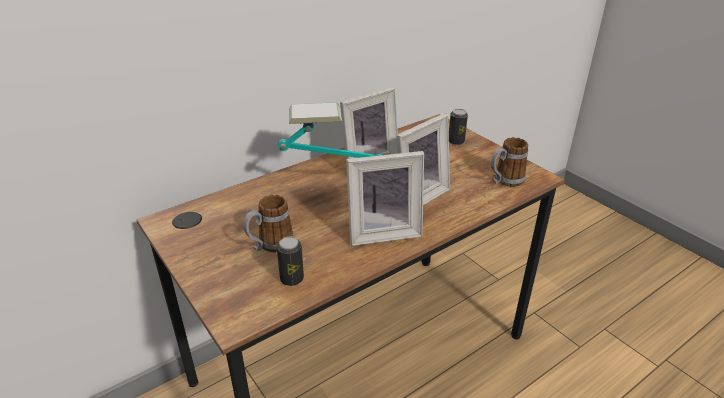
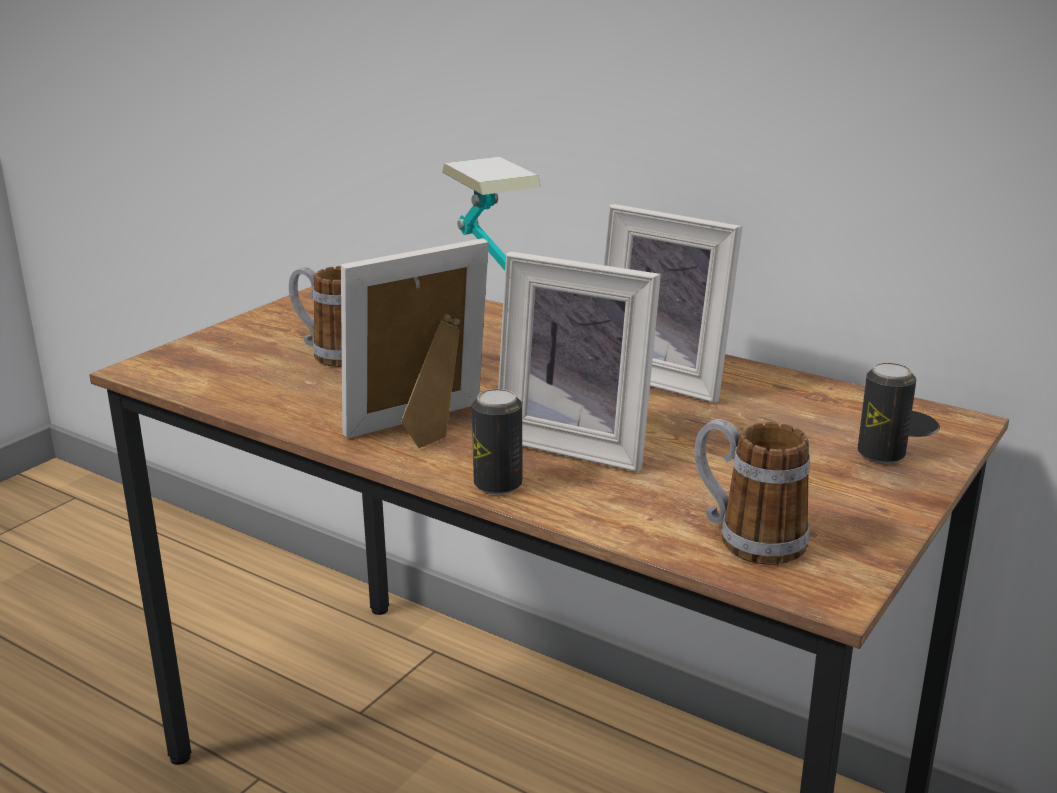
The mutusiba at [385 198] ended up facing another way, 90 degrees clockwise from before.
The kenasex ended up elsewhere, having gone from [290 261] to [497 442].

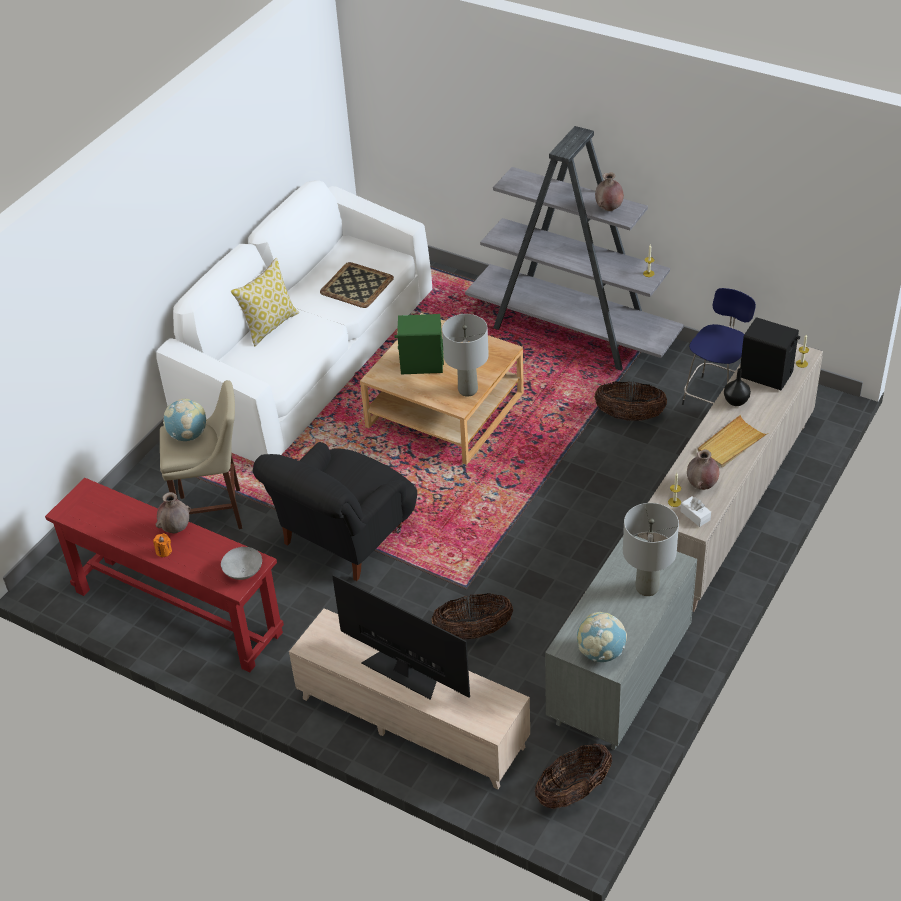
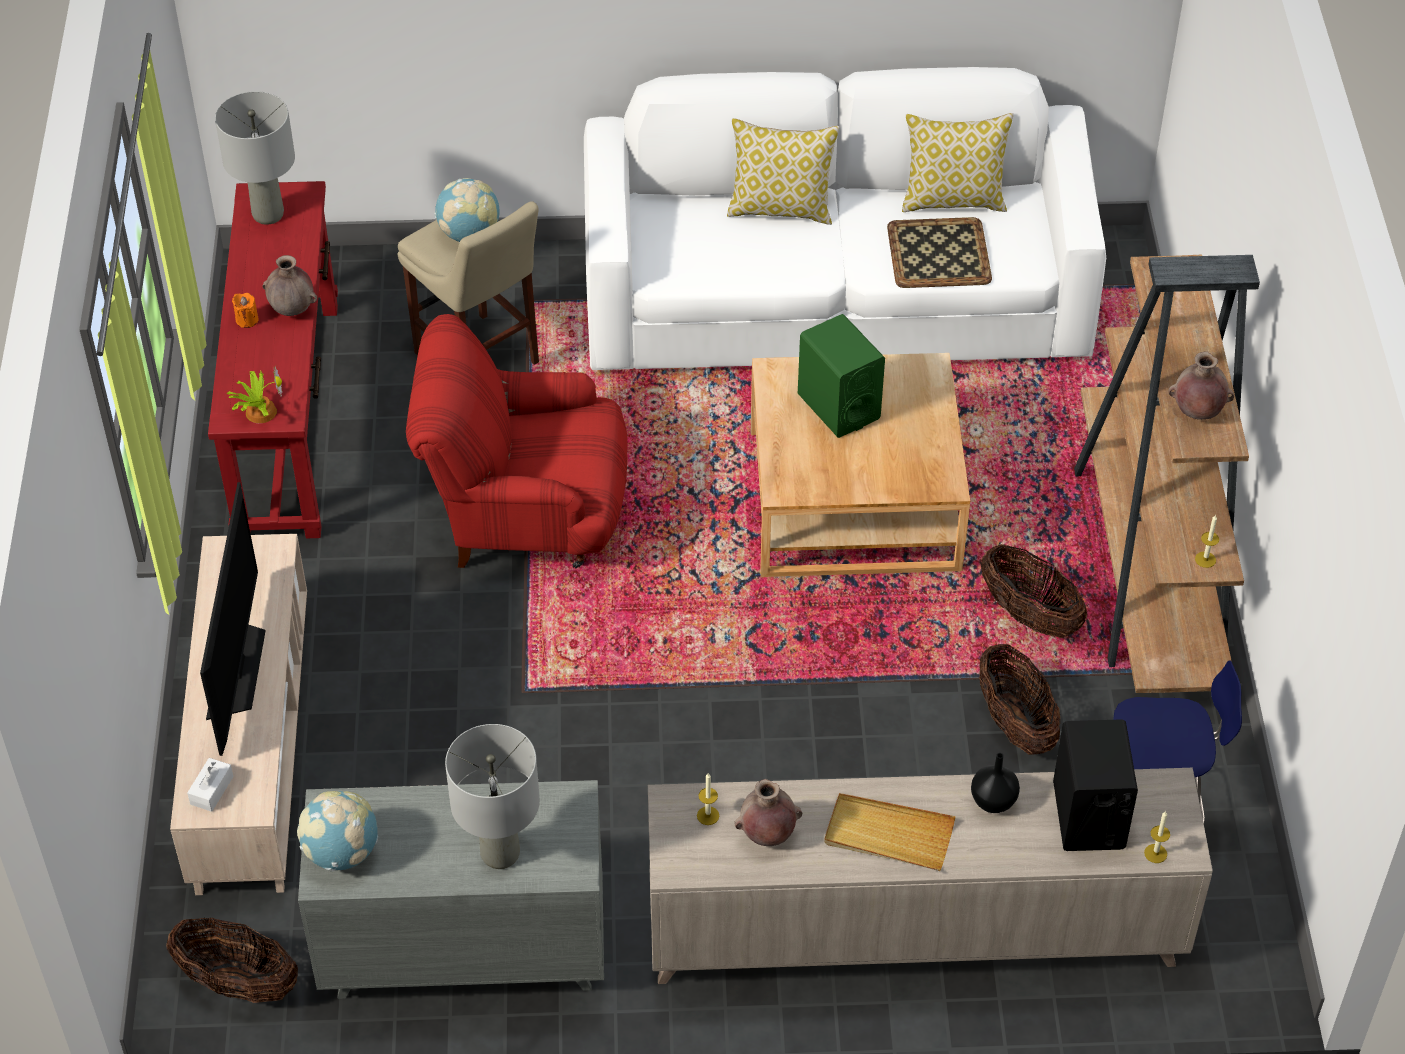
What was the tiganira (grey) at [574 248] turned into the tiganira (brown) at [1167 473].
The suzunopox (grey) ended up elsewhere, having gone from [465 355] to [255 158].
What was the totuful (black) at [335 511] turned into the totuful (red) at [516 441].
The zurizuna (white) ended up elsewhere, having gone from [695 511] to [210 785].
Where the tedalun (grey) stood at [241 563], the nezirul came to stand at [254 395].
The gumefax ended up elsewhere, having gone from [472 616] to [1034 591].
The second view gained the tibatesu at [958 162].

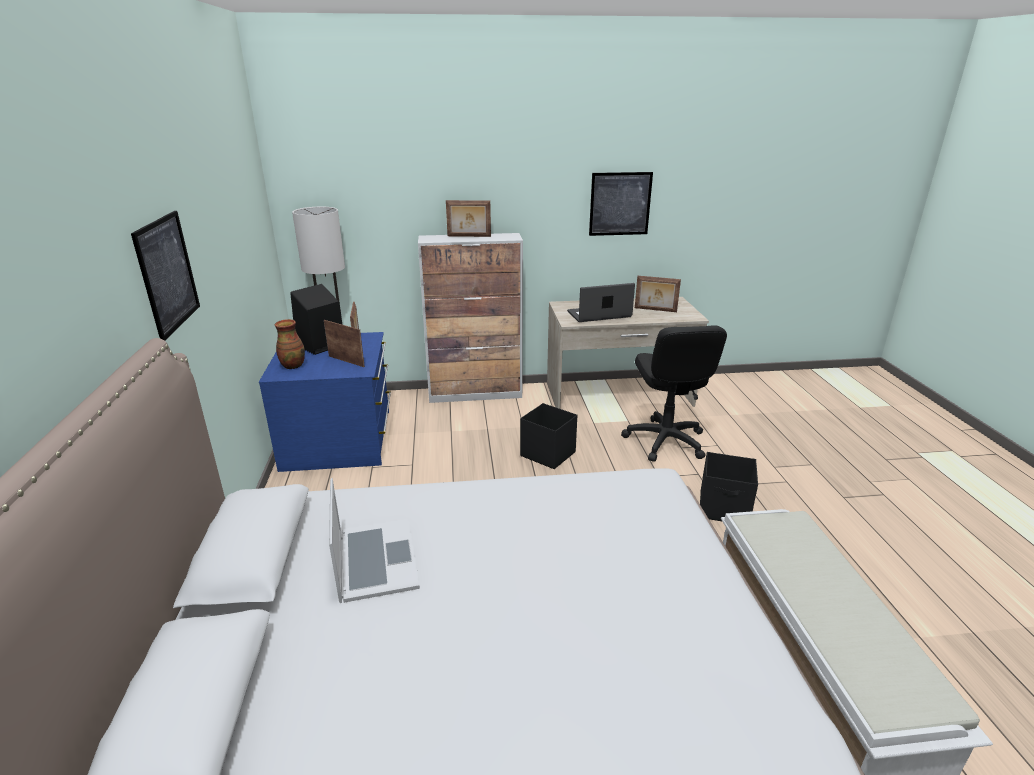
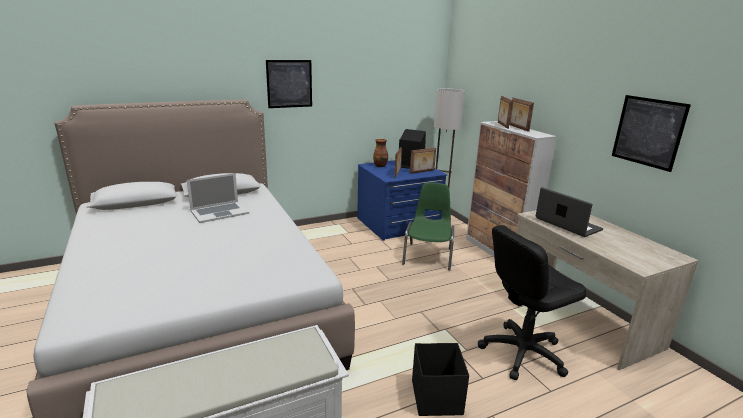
The mutusiba ended up elsewhere, having gone from [658 294] to [505 112].
The second view lost the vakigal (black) at [548 436].
The second view gained the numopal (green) at [428 226].

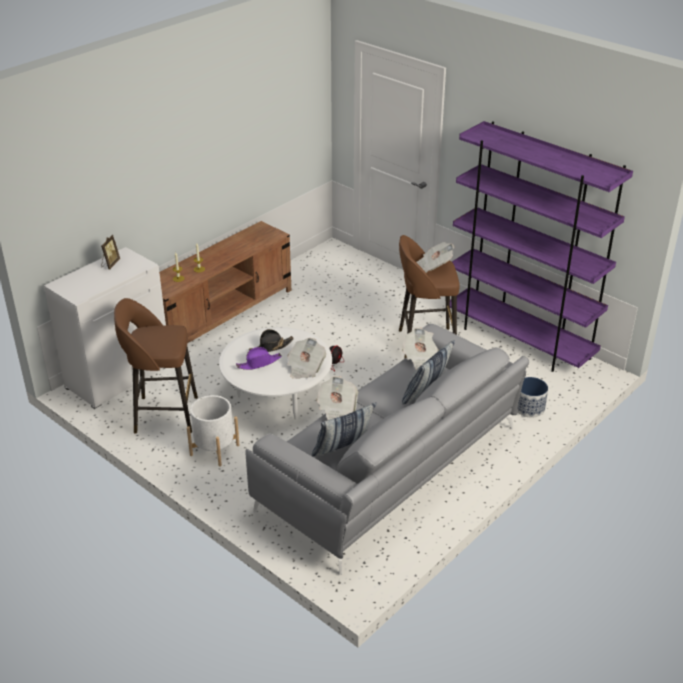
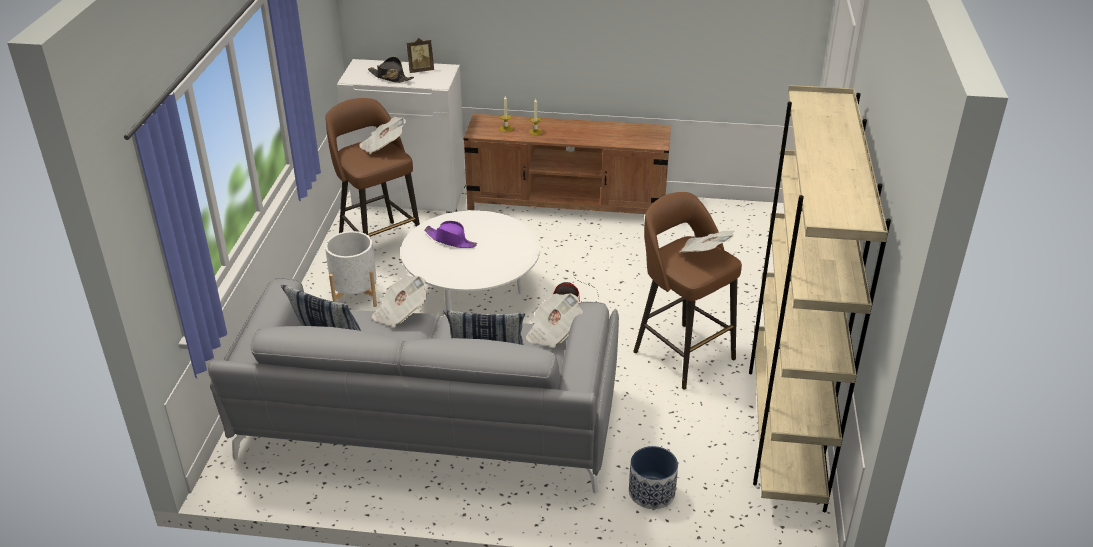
What was the tiganira (purple) at [541 246] turned into the tiganira (beige) at [820 298].
The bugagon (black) ended up elsewhere, having gone from [271 340] to [391 70].
The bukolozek ended up elsewhere, having gone from [307 358] to [382 135].

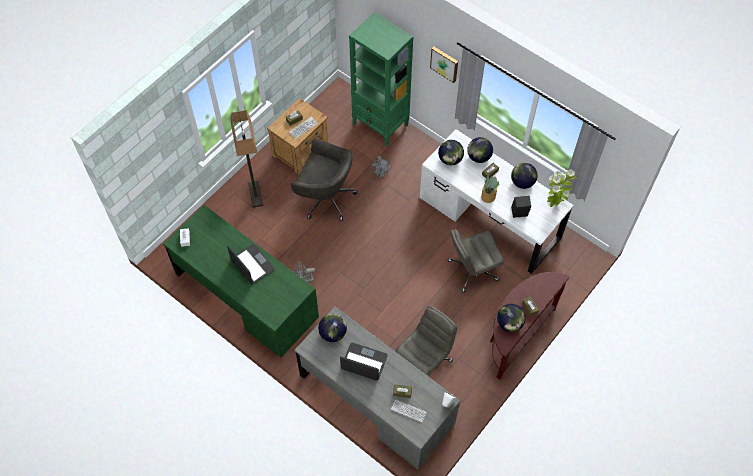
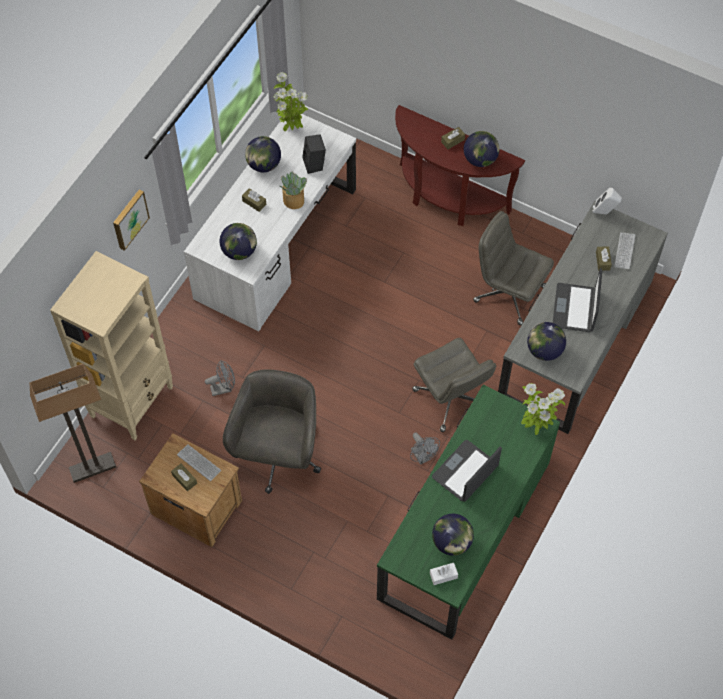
What was the tiganira (green) at [381 79] turned into the tiganira (beige) at [111 345].
The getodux ended up elsewhere, having gone from [247 159] to [73 423].
The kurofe ended up elsewhere, having gone from [480 150] to [453 534].
The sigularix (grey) ended up elsewhere, having gone from [476 260] to [454 385].
The second view gained the nezirul at [543 409].

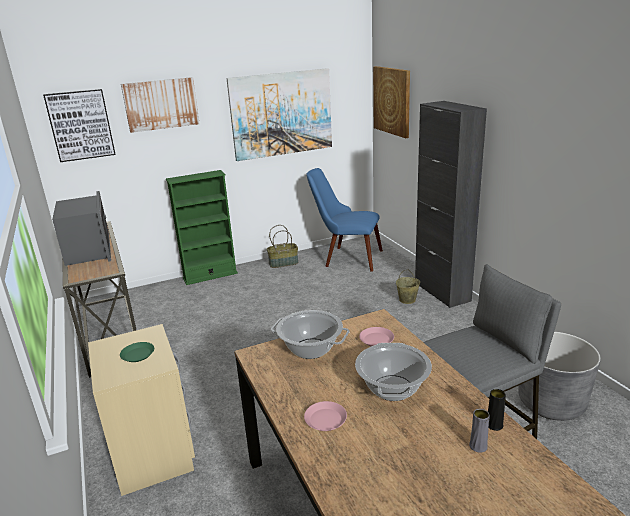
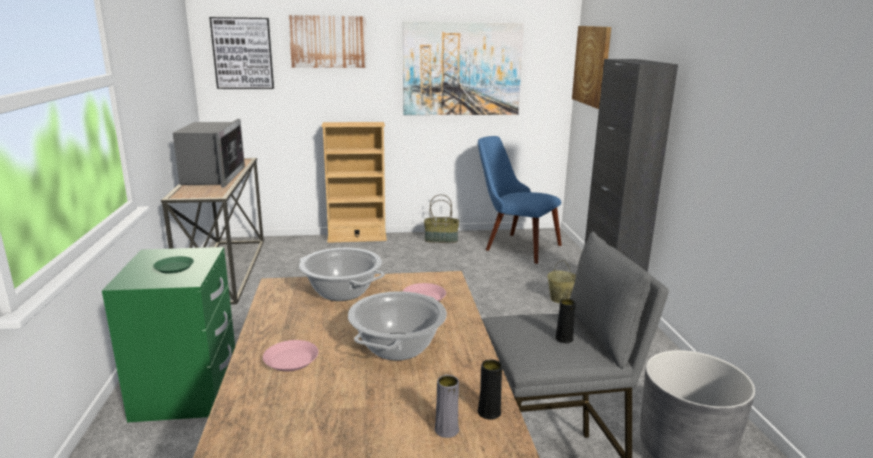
What was the tiganira (green) at [202 227] turned into the tiganira (beige) at [354 182].
What was the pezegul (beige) at [141 410] turned into the pezegul (green) at [168 334].
The second view gained the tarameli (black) at [565 320].

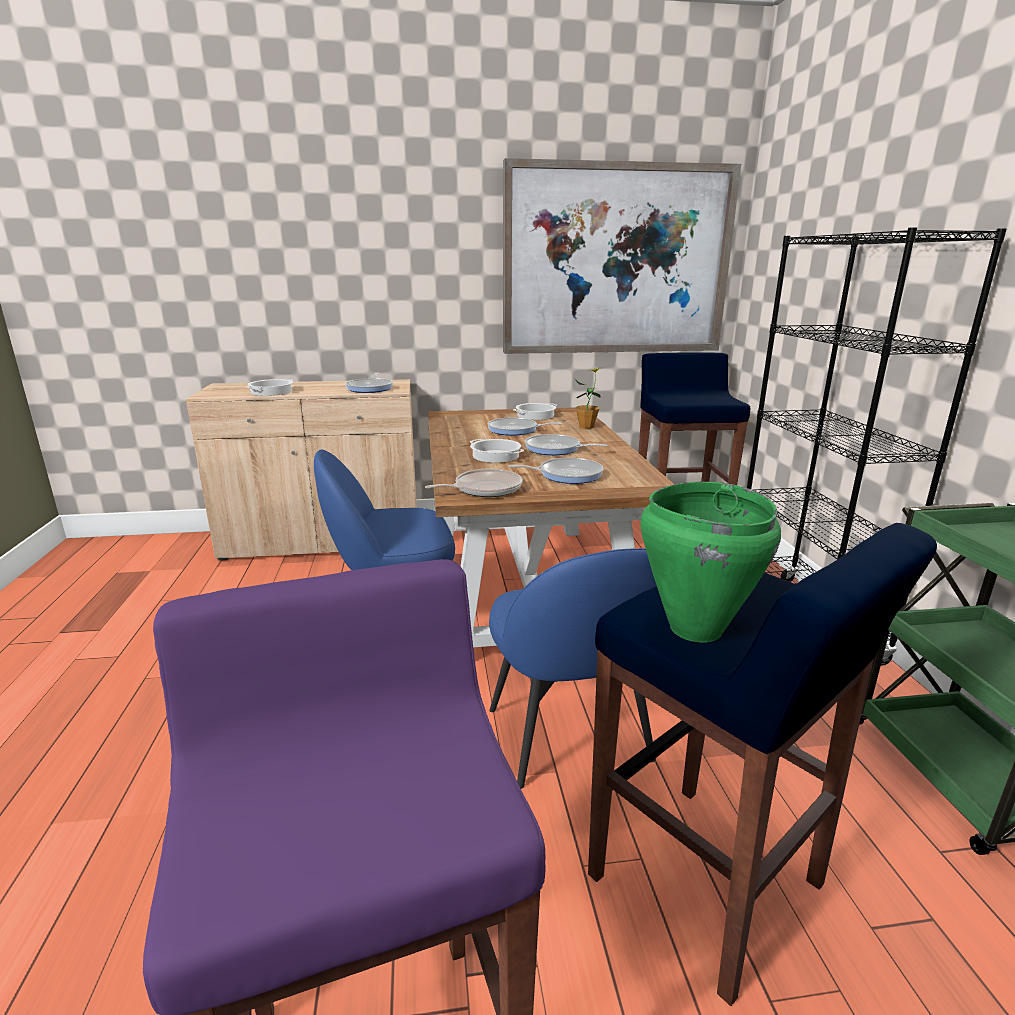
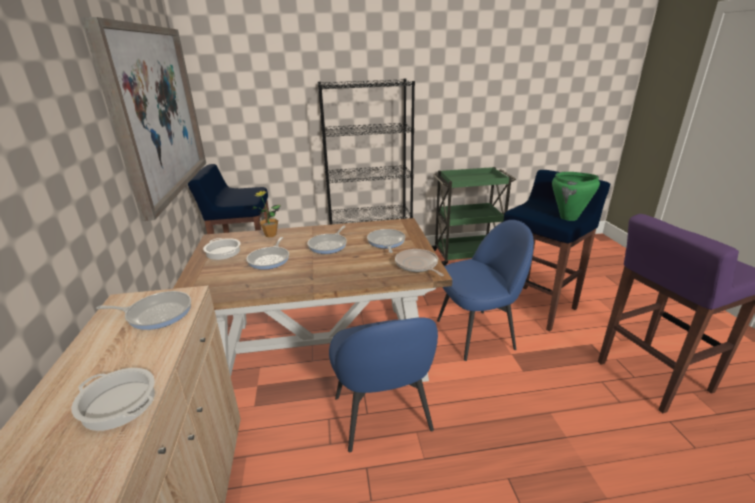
The second view lost the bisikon at [497 451].

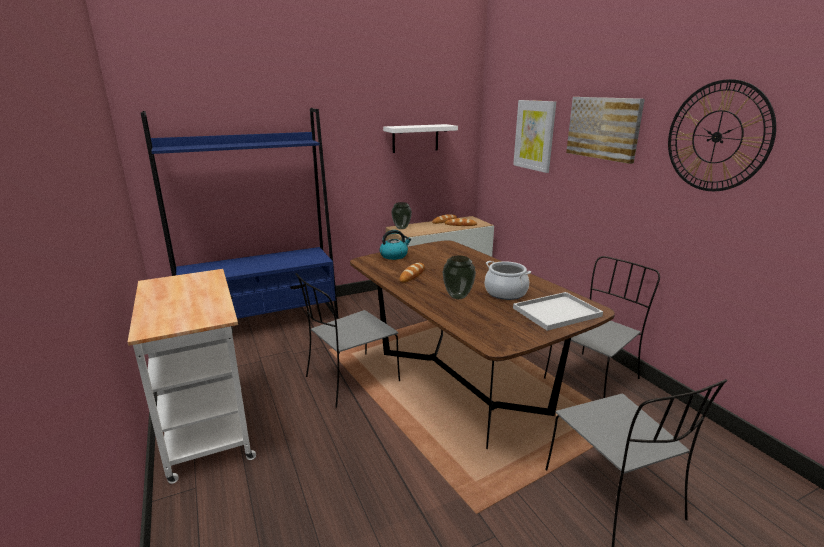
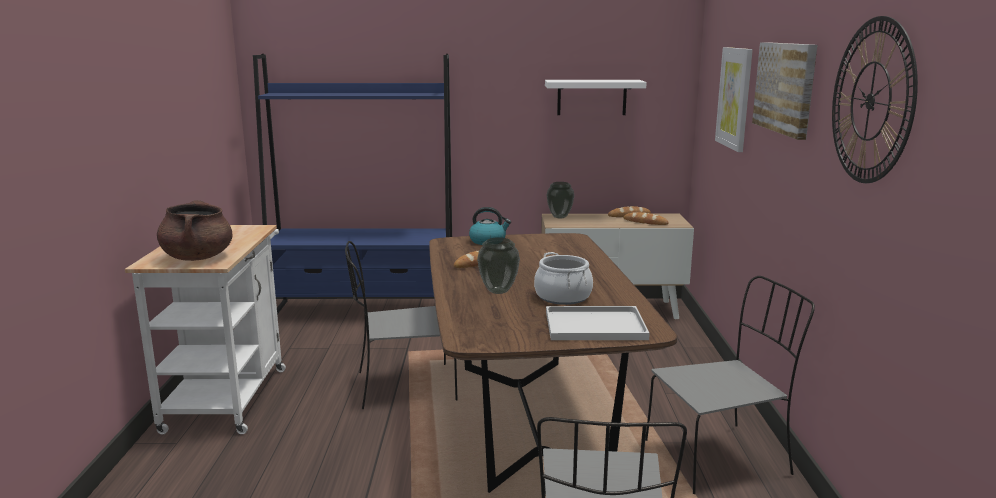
The second view gained the bisikon (brown) at [194 230].

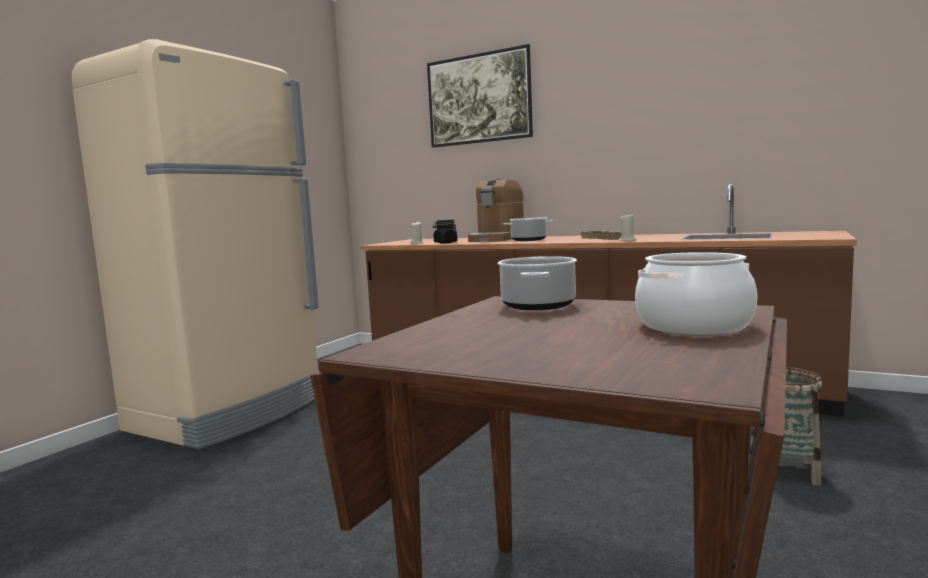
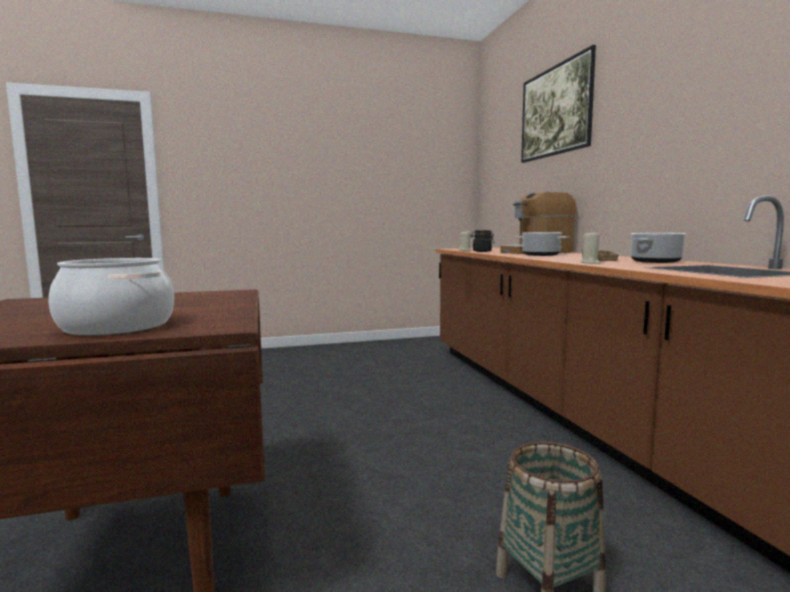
The second view lost the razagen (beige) at [195 244].
The bisikon ended up elsewhere, having gone from [537 283] to [658 248].

